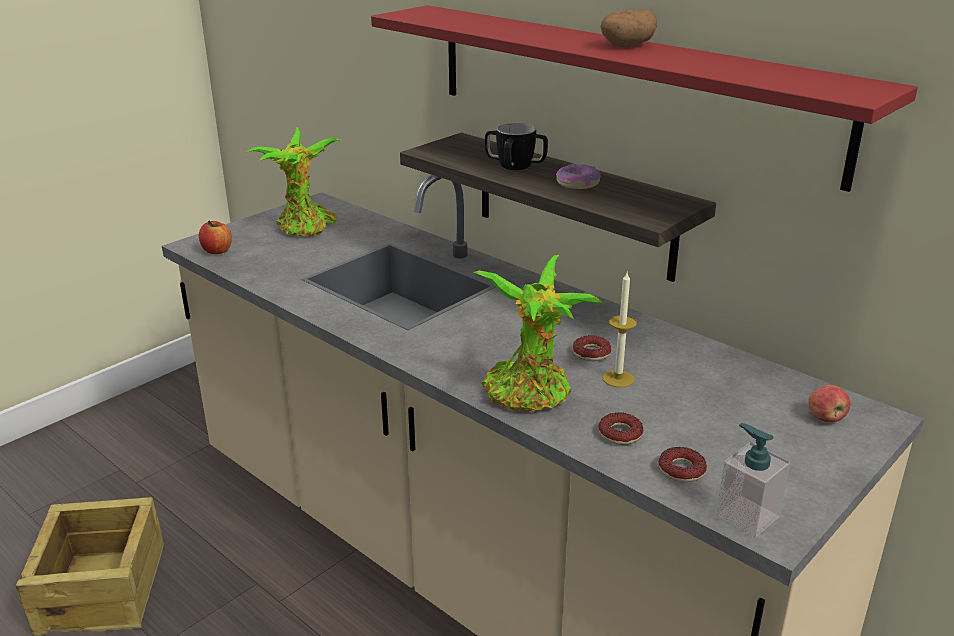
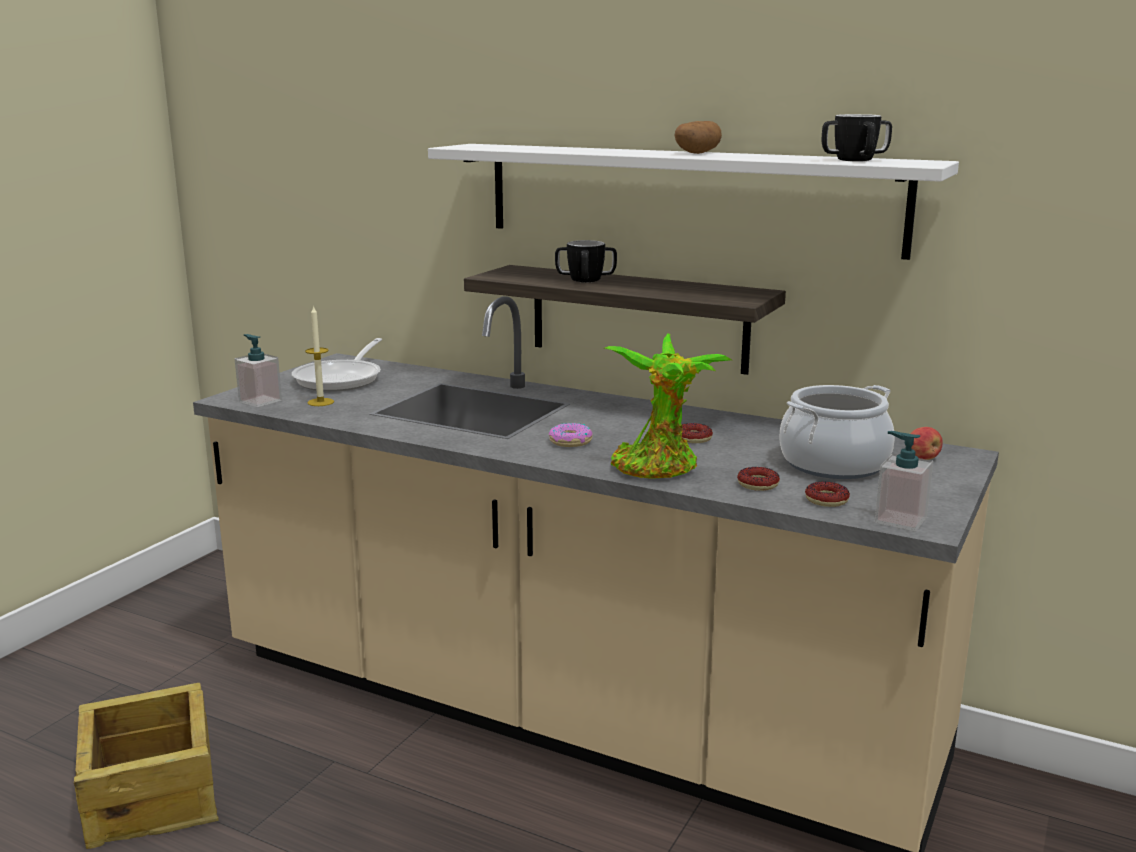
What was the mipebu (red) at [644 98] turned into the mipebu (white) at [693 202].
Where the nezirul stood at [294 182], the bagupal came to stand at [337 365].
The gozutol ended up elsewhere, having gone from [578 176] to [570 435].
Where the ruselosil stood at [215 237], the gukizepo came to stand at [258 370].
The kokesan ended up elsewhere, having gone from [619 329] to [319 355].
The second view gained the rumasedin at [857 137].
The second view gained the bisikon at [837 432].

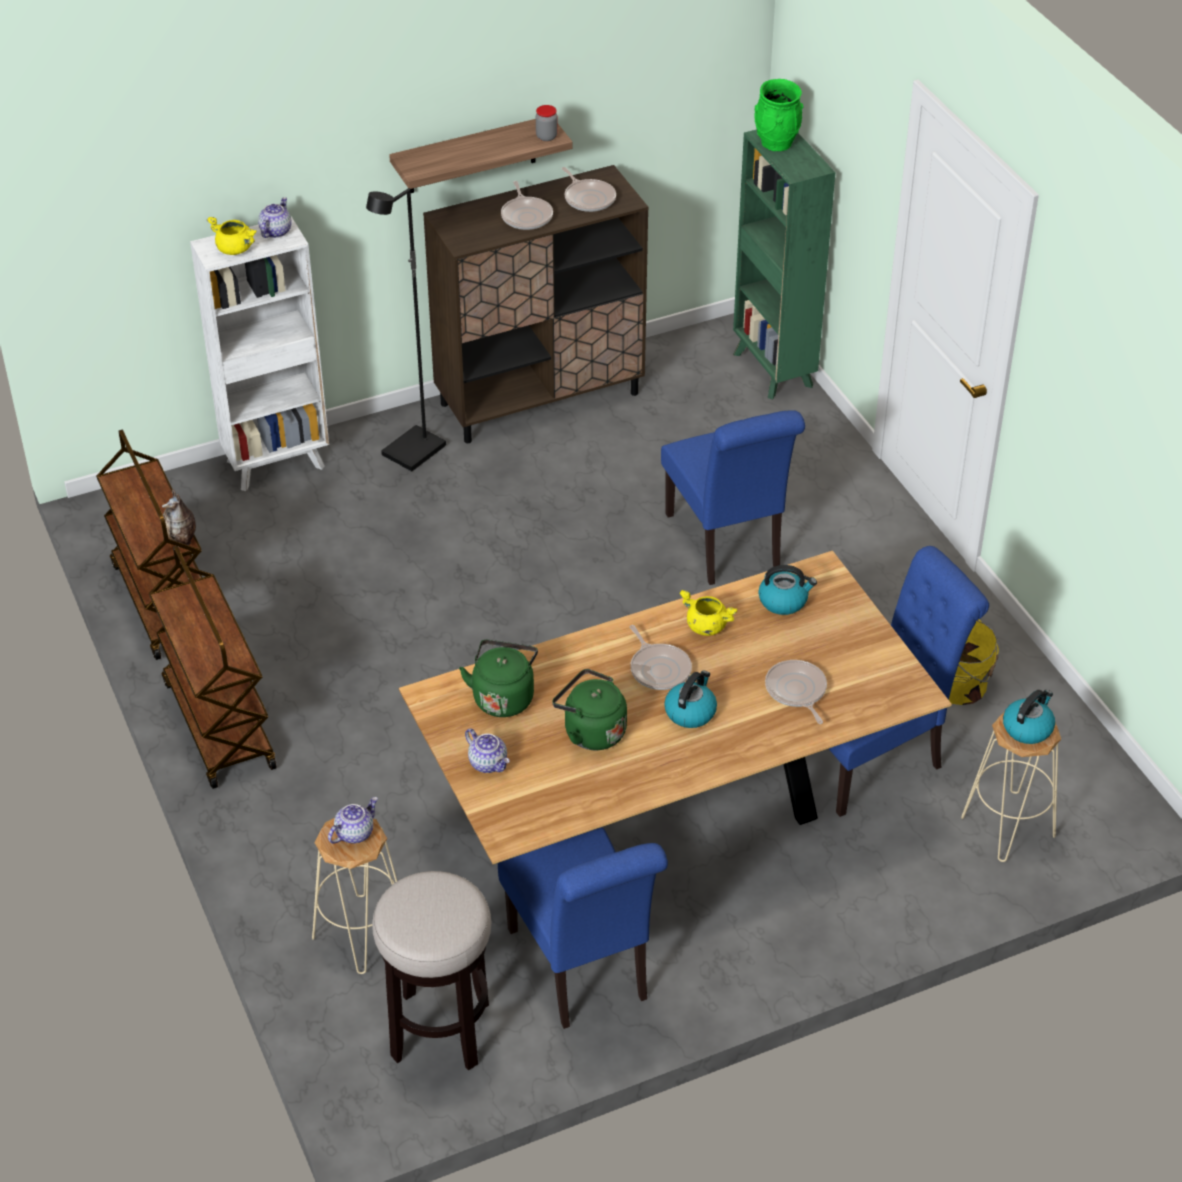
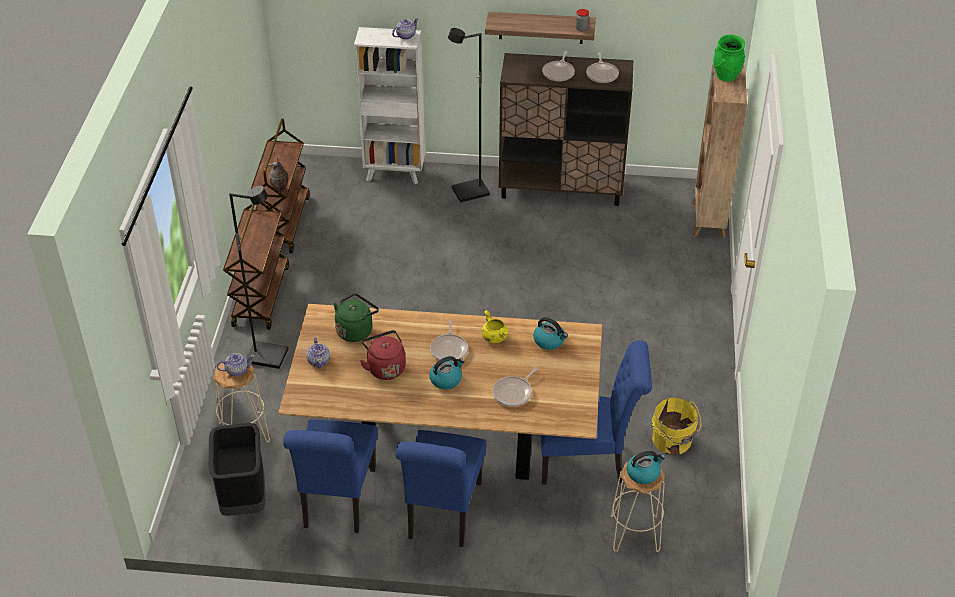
What was the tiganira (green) at [784 264] turned into the tiganira (brown) at [719 151].
The second view lost the bisikon (yellow) at [232 236].
The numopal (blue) ended up elsewhere, having gone from [733 497] to [441 488].
The bagupal at [796 692] ended up facing another way, 150 degrees counterclockwise from before.
What was the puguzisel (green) at [589 709] turned into the puguzisel (red) at [383 355].
Where the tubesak stood at [431 970], the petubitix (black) came to stand at [237 469].
The second view gained the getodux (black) at [258 277].

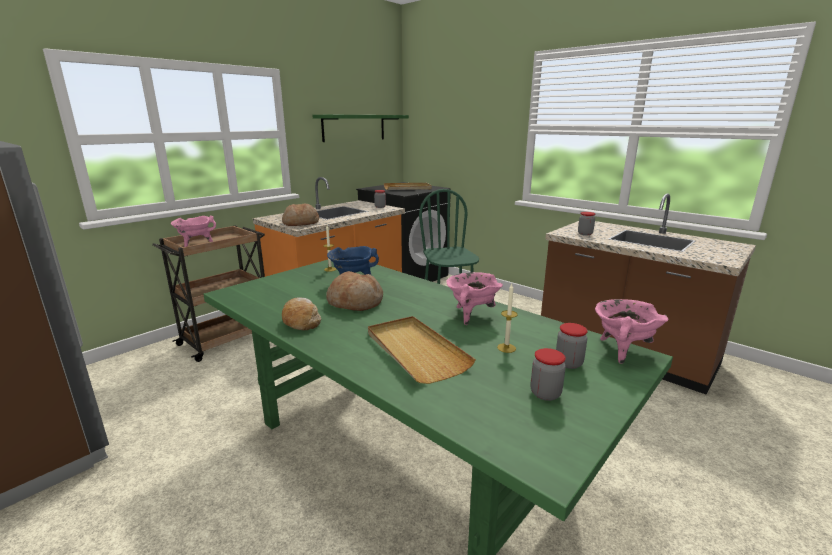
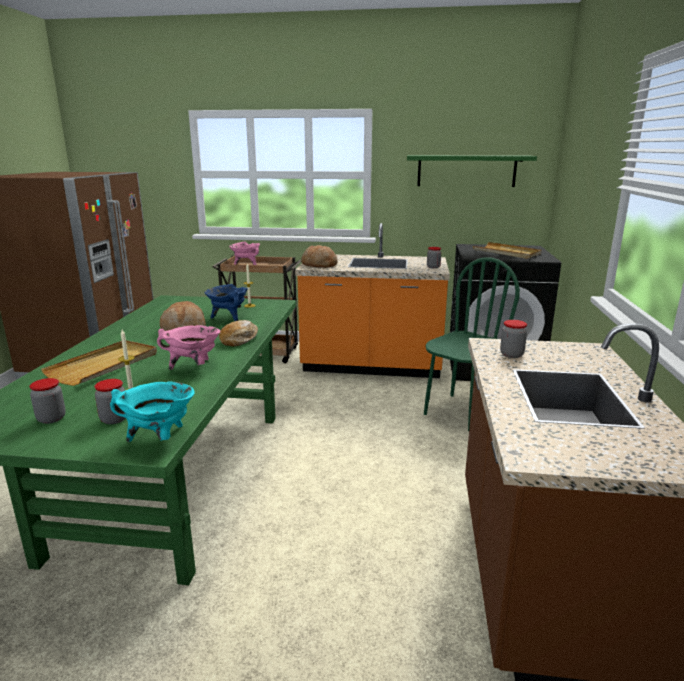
The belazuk ended up elsewhere, having gone from [301 313] to [238 333].
What was the bisikon (pink) at [631 331] turned into the bisikon (turquoise) at [152 411].

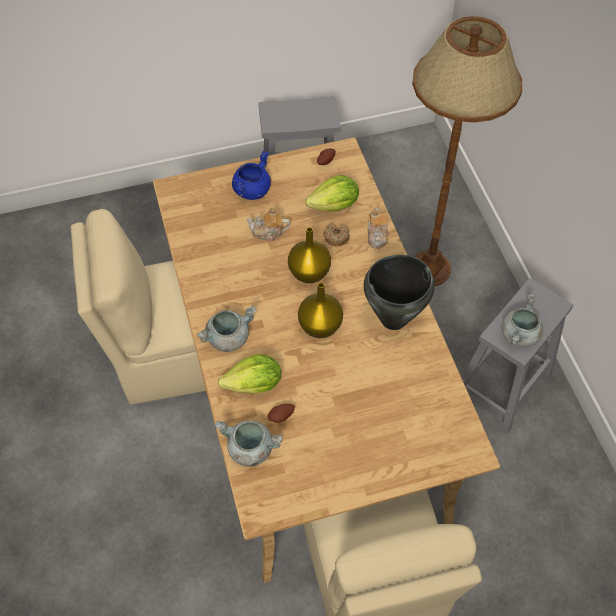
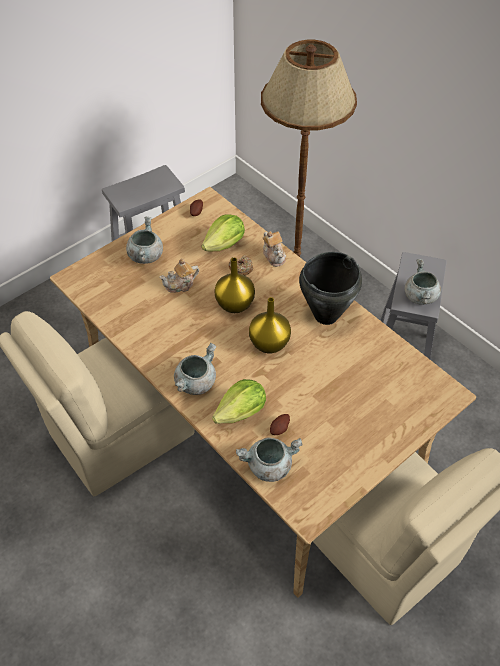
What was the bisikon (blue) at [251 175] turned into the bisikon (grey) at [144 240].

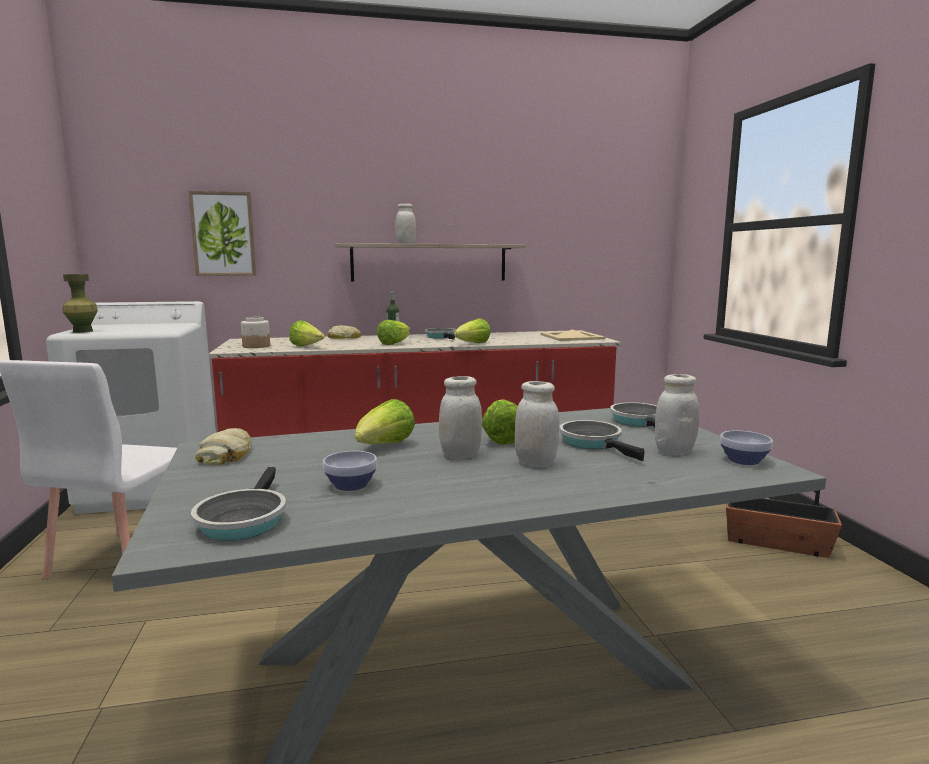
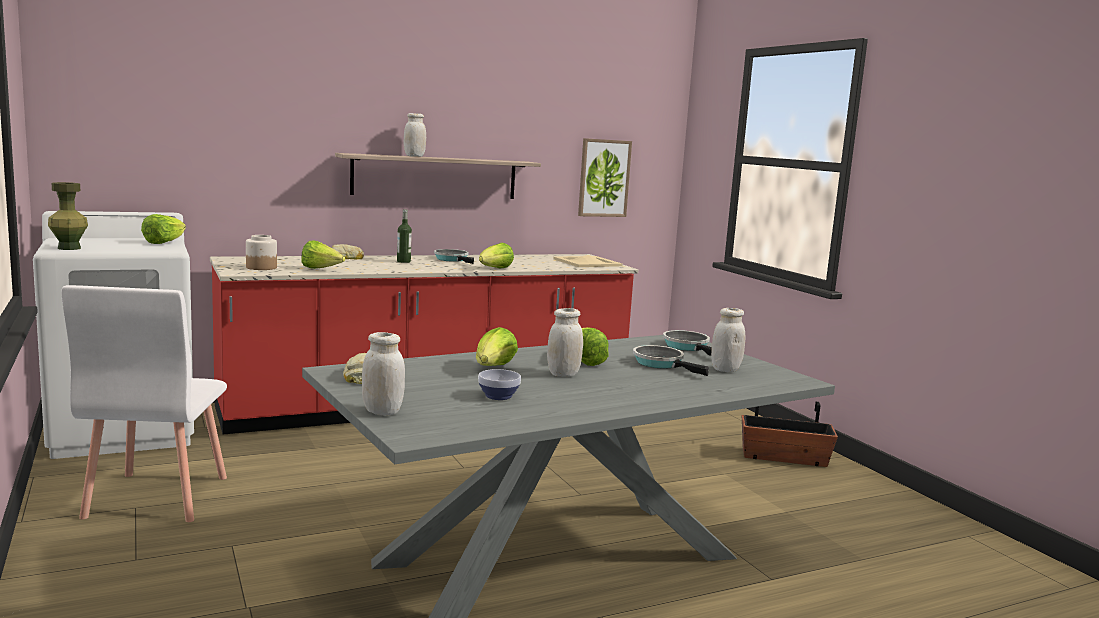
The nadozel ended up elsewhere, having gone from [222 233] to [605 177].
The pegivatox ended up elsewhere, having gone from [393 332] to [163 229].
The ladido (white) ended up elsewhere, having gone from [537 424] to [383 374].
The second view lost the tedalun at [746 447].
The second view lost the bagupal at [238 504].

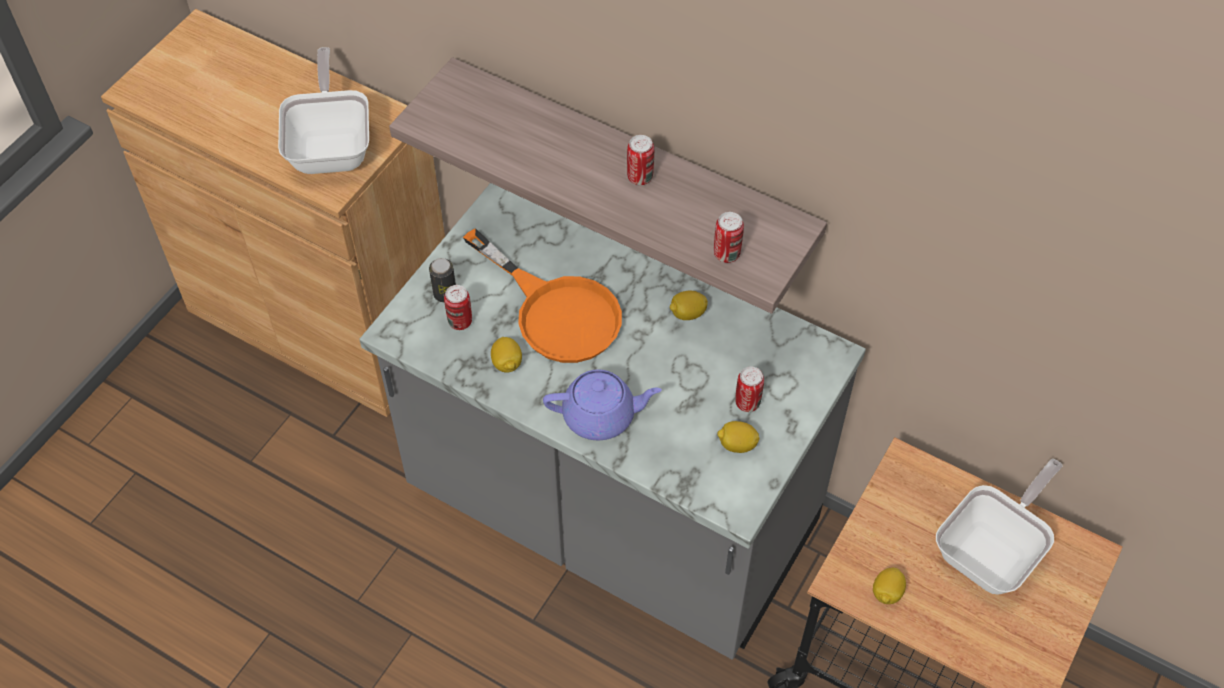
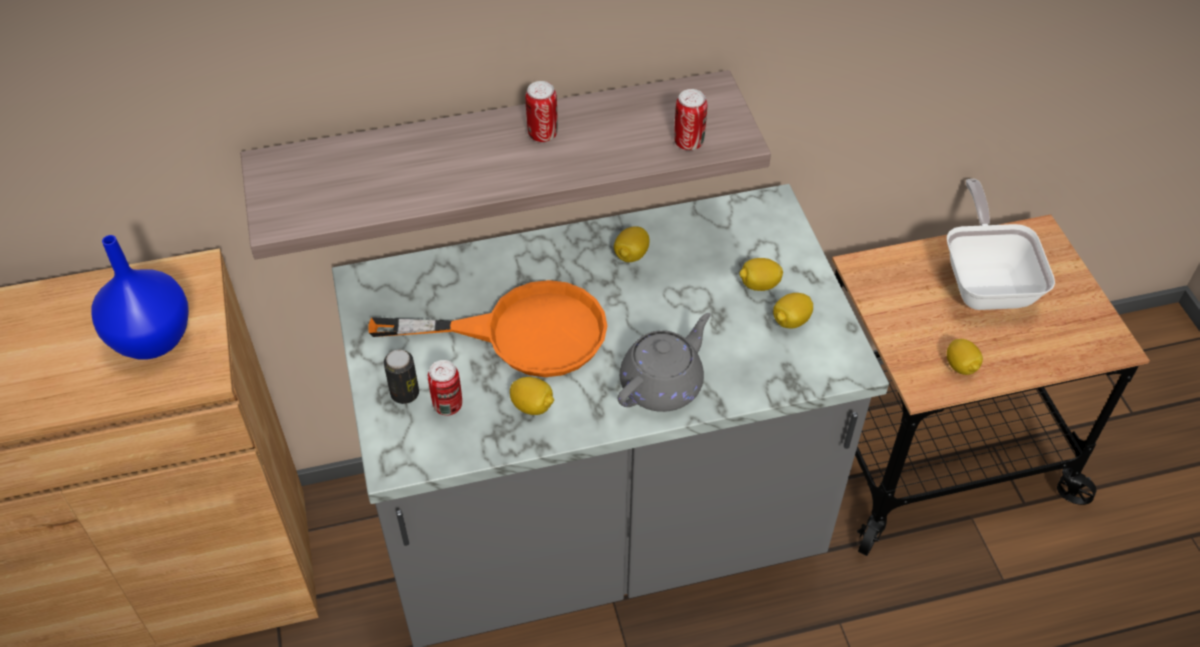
Where the bagupal stood at [323 110], the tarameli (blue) came to stand at [140 297].
Where the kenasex stood at [749 389], the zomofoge came to stand at [761 274].
What was the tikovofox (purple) at [602 405] turned into the tikovofox (grey) at [664 362].

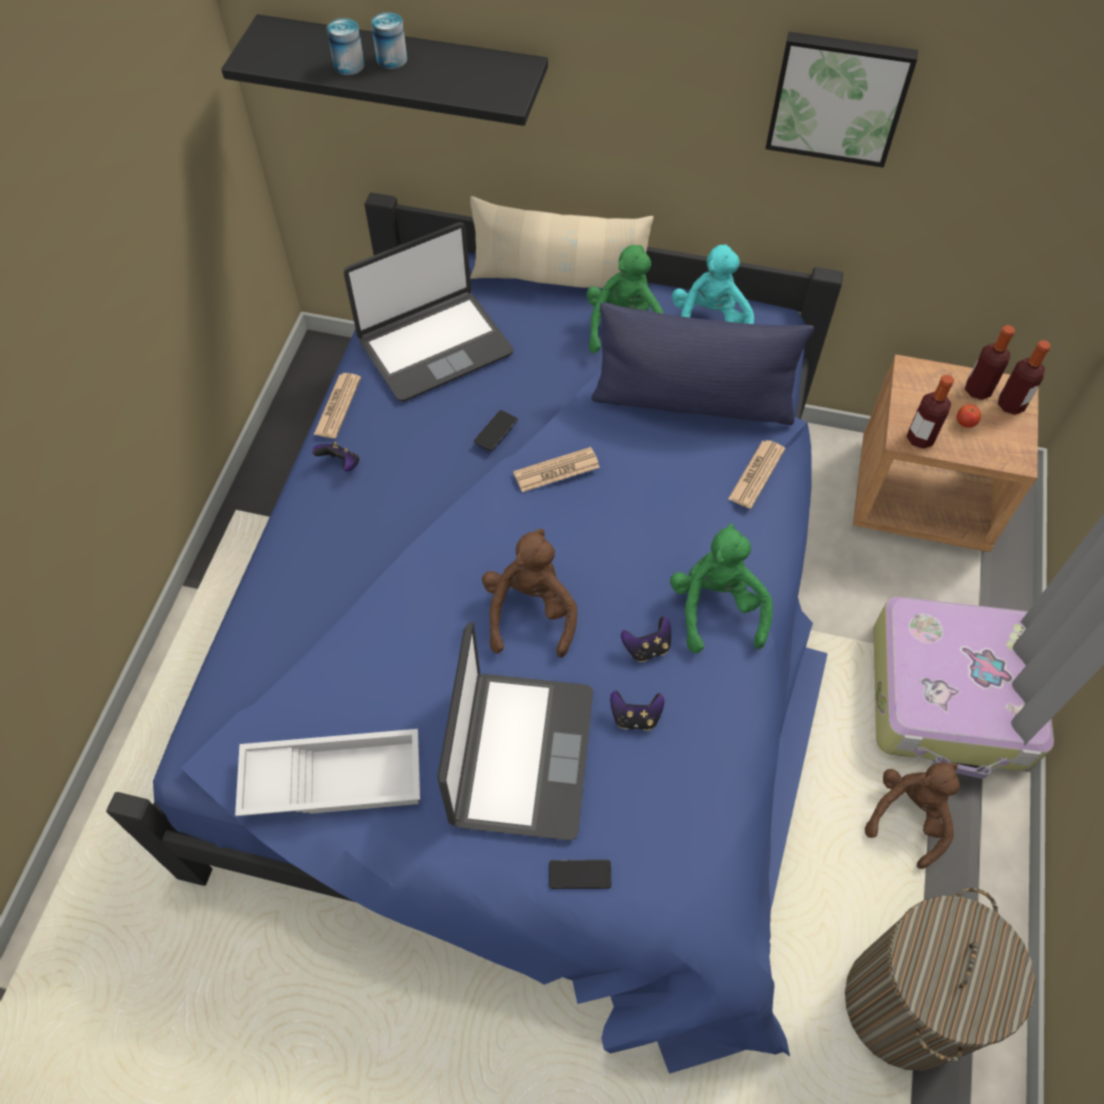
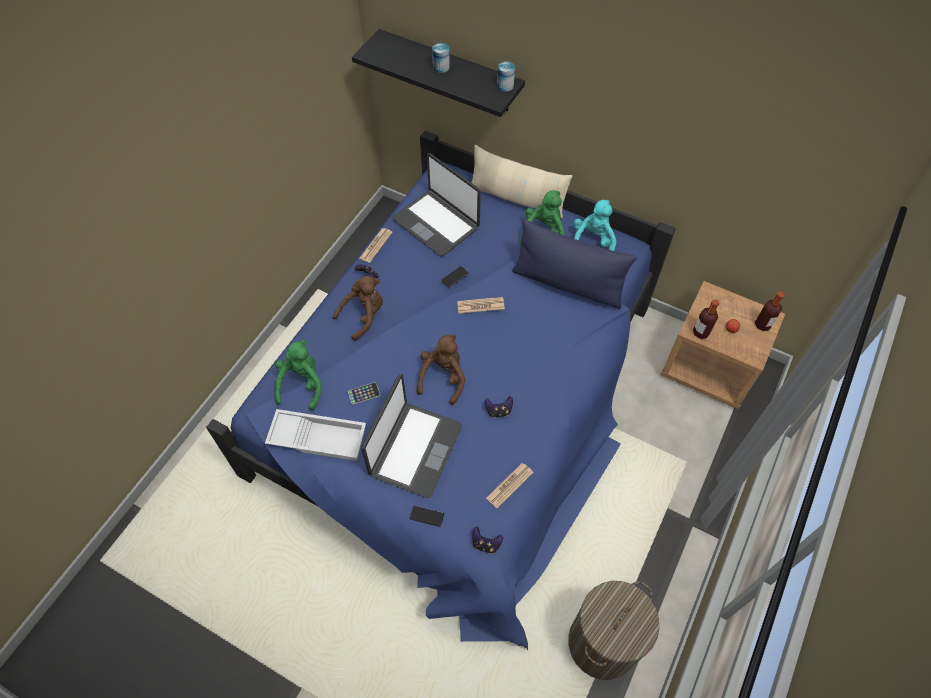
The kenasex ended up elsewhere, having gone from [346 46] to [506 76].
The second view lost the nadozel at [841 100].
The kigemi at [428 312] ended up facing another way, 60 degrees clockwise from before.
The second view lost the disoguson at [990 362].
The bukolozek ended up elsewhere, having gone from [756 474] to [510 486].
The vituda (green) ended up elsewhere, having gone from [721 588] to [298 375].
The second view lost the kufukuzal at [963 688].
The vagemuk ended up elsewhere, having gone from [637 710] to [487 540].
The vituda (brown) ended up elsewhere, having gone from [912 815] to [358 308].
The second view gained the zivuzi at [364 393].

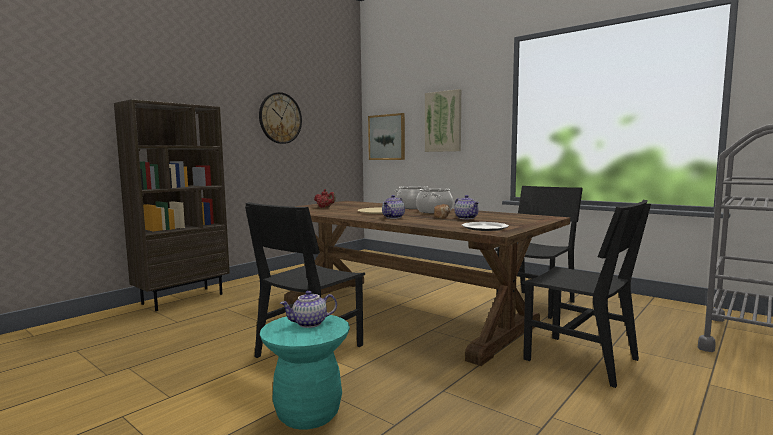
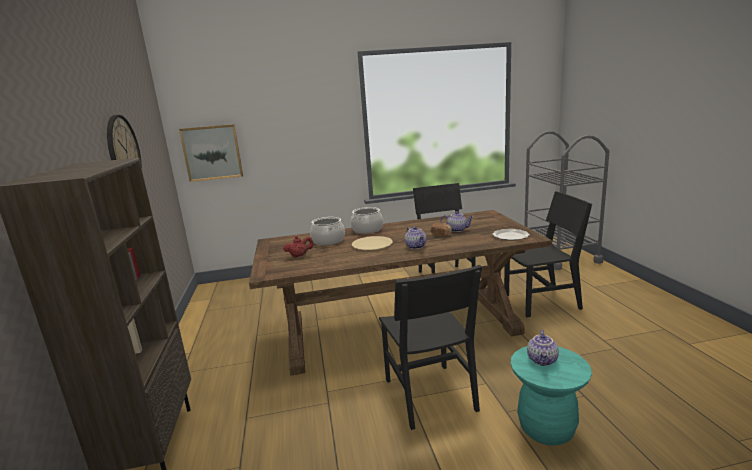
The second view lost the nadozel at [443 120].
The bisikon ended up elsewhere, having gone from [434 200] to [327 231].

